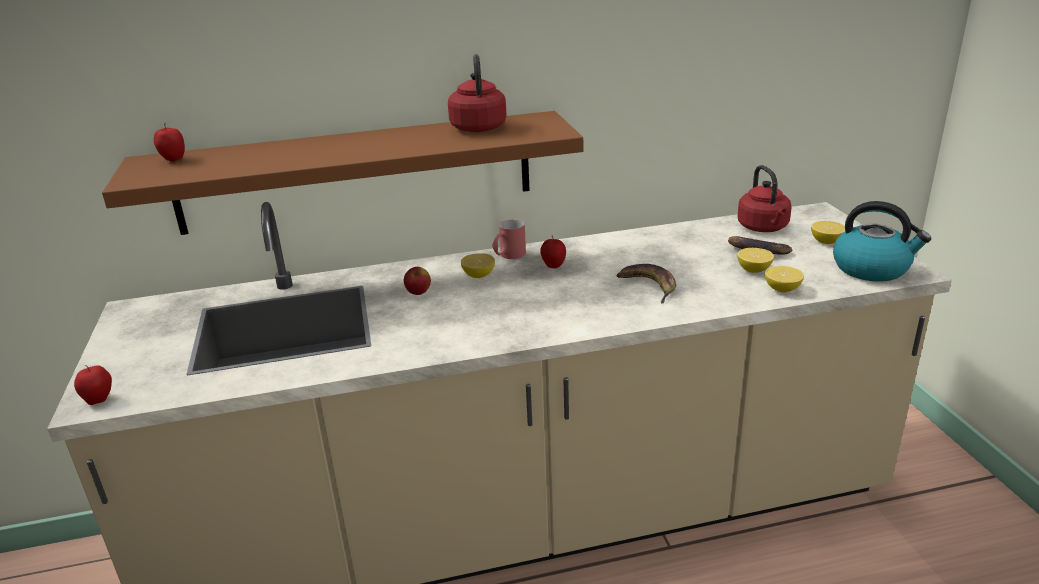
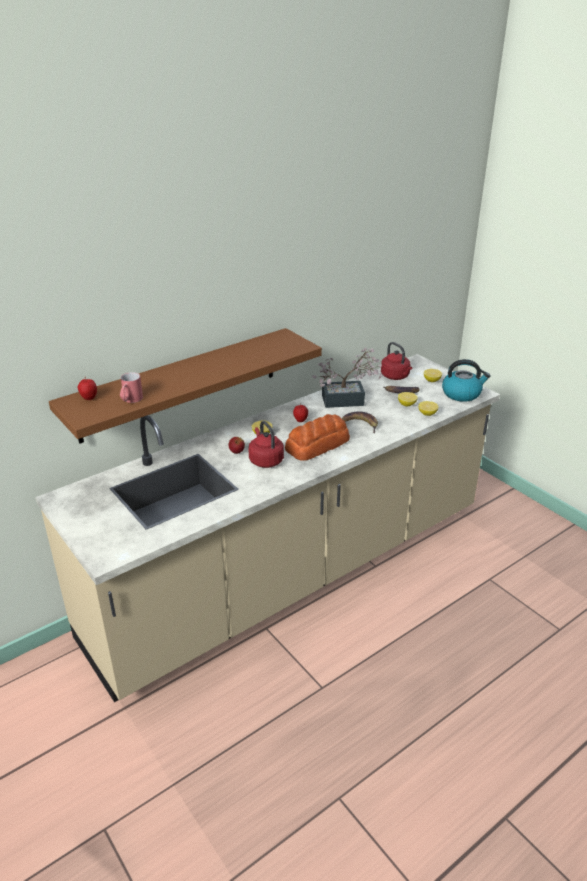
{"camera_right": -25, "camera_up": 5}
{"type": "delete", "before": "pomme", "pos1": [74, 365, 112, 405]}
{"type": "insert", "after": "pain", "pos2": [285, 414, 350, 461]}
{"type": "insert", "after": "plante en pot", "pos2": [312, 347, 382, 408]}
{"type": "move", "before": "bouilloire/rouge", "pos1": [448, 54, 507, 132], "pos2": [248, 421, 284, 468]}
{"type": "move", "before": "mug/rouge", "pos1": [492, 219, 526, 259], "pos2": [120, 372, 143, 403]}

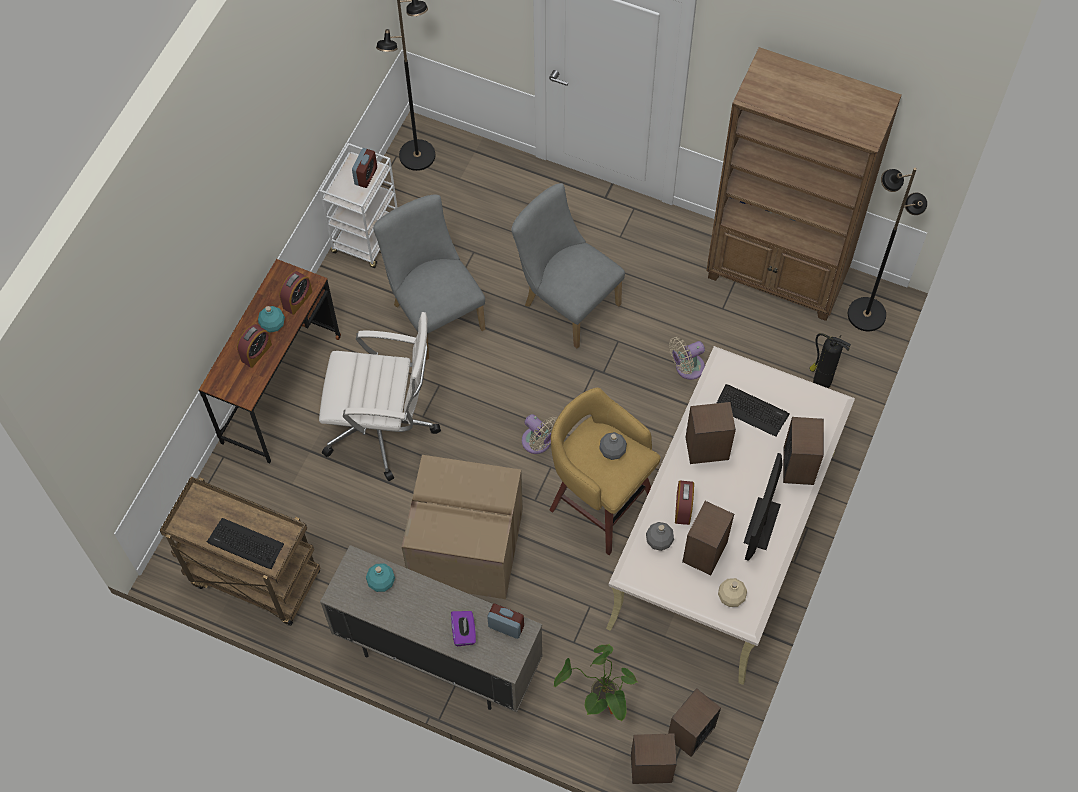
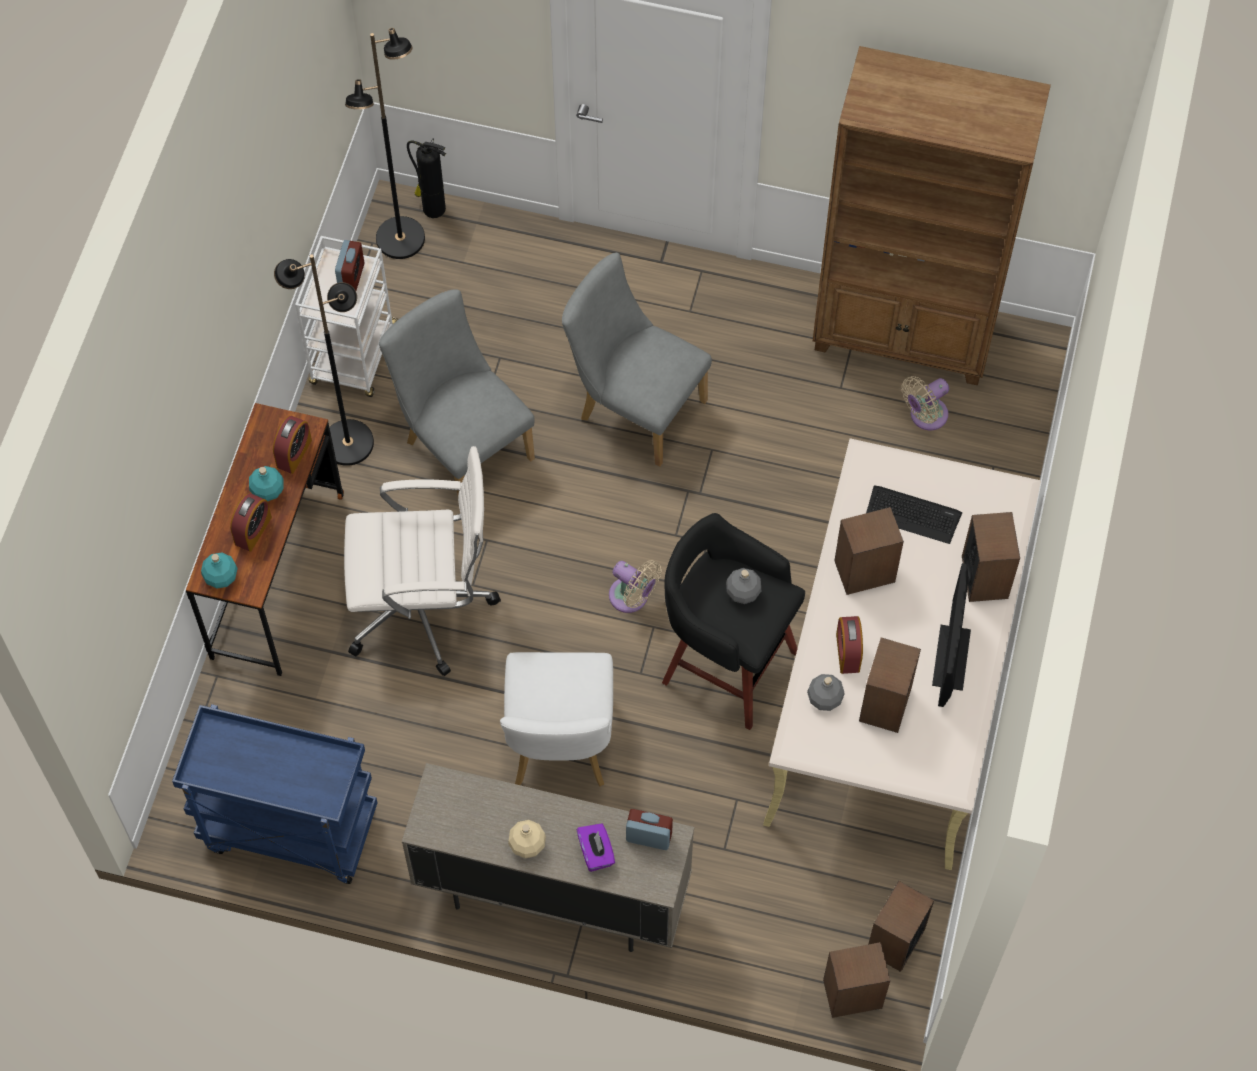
{"camera_right": -10, "camera_up": 0}
{"type": "delete", "before": "clavier", "pos1": [207, 518, 284, 569]}
{"type": "delete", "before": "plante en pot", "pos1": [554, 644, 638, 721]}
{"type": "move", "before": "bouteille/turquoise", "pos1": [366, 563, 395, 592], "pos2": [201, 552, 238, 588]}
{"type": "move", "before": "ventilateur/beige", "pos1": [669, 337, 705, 380], "pos2": [902, 376, 949, 430]}
{"type": "move", "before": "bouteille/beige", "pos1": [718, 578, 747, 607], "pos2": [508, 820, 546, 858]}
{"type": "move", "before": "extincteur", "pos1": [809, 333, 851, 388], "pos2": [407, 139, 446, 218]}
{"type": "move", "before": "lampadaire/noir", "pos1": [848, 168, 927, 331], "pos2": [274, 254, 374, 466]}
{"type": "replace", "before": "carton", "after": "chaise/blanc", "pos1": [402, 455, 523, 599], "pos2": [500, 652, 613, 786]}
{"type": "recolor", "before": "chariot/marron", "after": "chariot/bleu", "pos1": [159, 477, 321, 626], "pos2": [172, 704, 377, 884]}
{"type": "recolor", "before": "tabouret/jaune", "after": "tabouret/noir", "pos1": [550, 388, 661, 555], "pos2": [662, 513, 805, 730]}

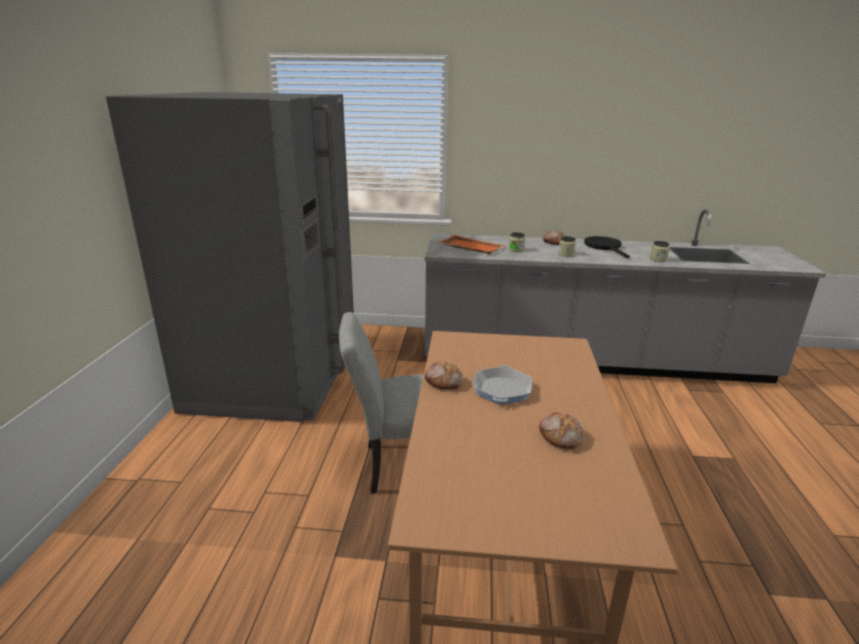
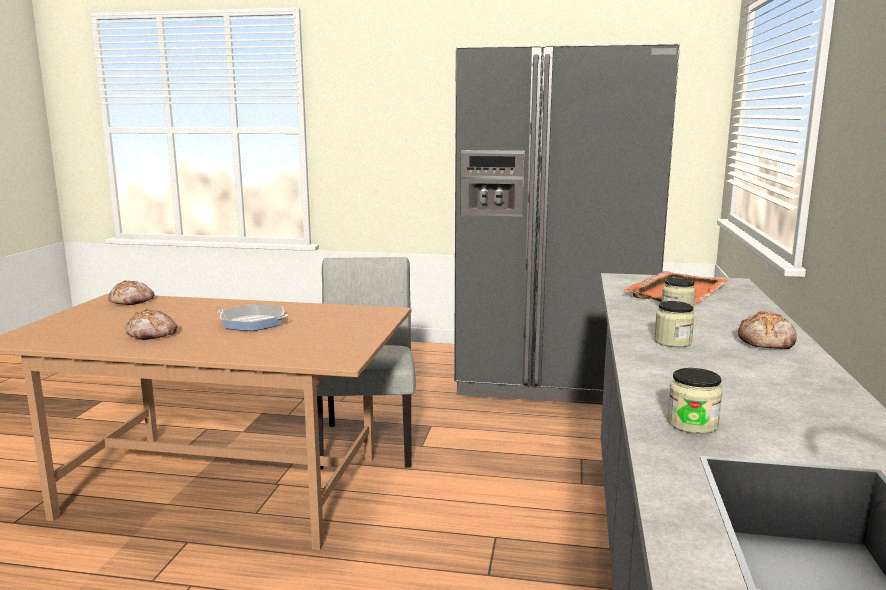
{"camera_right": 95, "camera_up": -10}
{"type": "delete", "before": "poêle/noir", "pos1": [584, 236, 630, 258]}
{"type": "move", "before": "pain", "pos1": [425, 362, 463, 390], "pos2": [108, 280, 154, 305]}

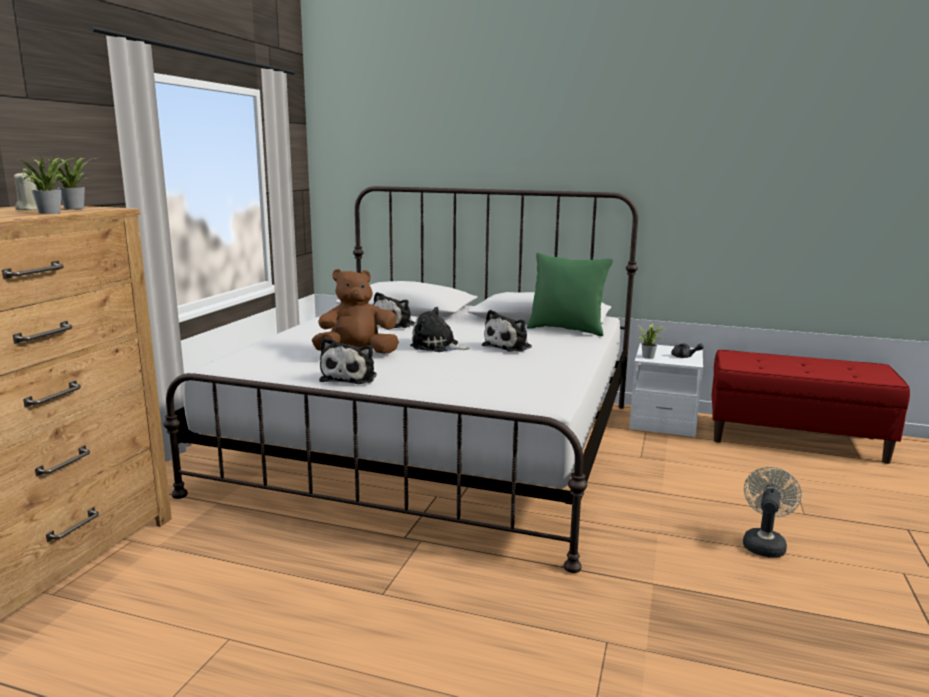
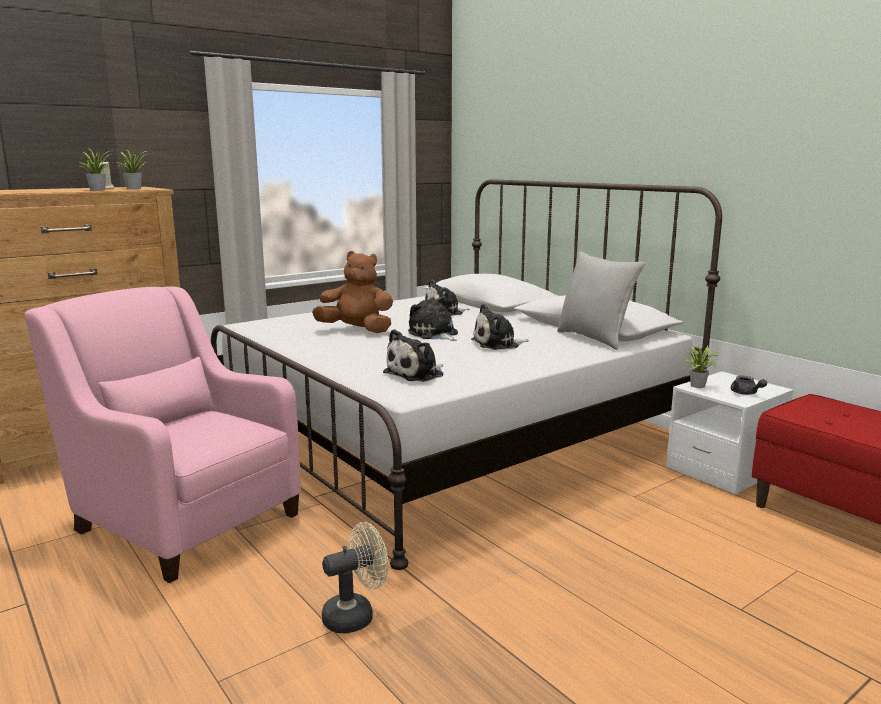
{"camera_right": 35, "camera_up": 0}
{"type": "insert", "after": "fauteuil/rose", "pos2": [25, 286, 301, 583]}
{"type": "move", "before": "peluche", "pos1": [319, 337, 377, 384], "pos2": [383, 329, 444, 382]}
{"type": "move", "before": "ventilateur/beige", "pos1": [743, 467, 802, 557], "pos2": [322, 522, 388, 634]}
{"type": "recolor", "before": "coussin/vert", "after": "coussin/gris", "pos1": [527, 253, 613, 336], "pos2": [557, 251, 645, 350]}

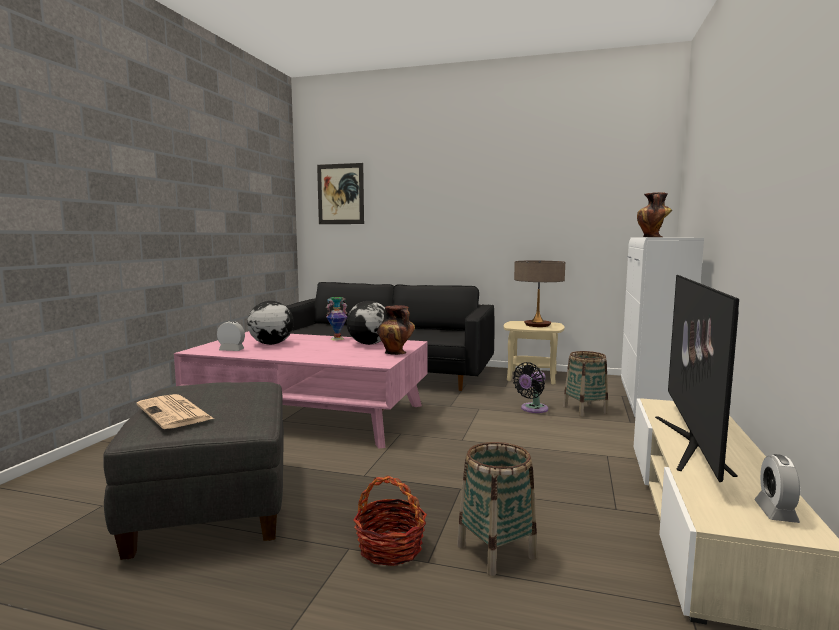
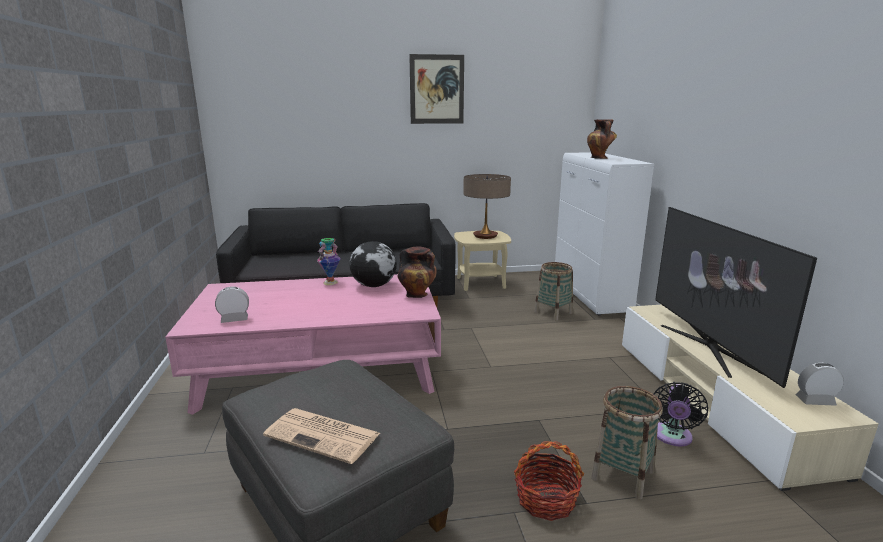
{"camera_right": -25, "camera_up": 10}
{"type": "delete", "before": "globe", "pos1": [247, 301, 294, 345]}
{"type": "move", "before": "tableau", "pos1": [317, 163, 364, 224], "pos2": [409, 54, 464, 124]}
{"type": "move", "before": "ventilateur/noir", "pos1": [513, 362, 548, 413], "pos2": [654, 382, 708, 447]}
{"type": "rotate", "before": "réveil", "pos1": [754, 454, 800, 523], "pos2": [795, 363, 844, 406], "turn": 105}

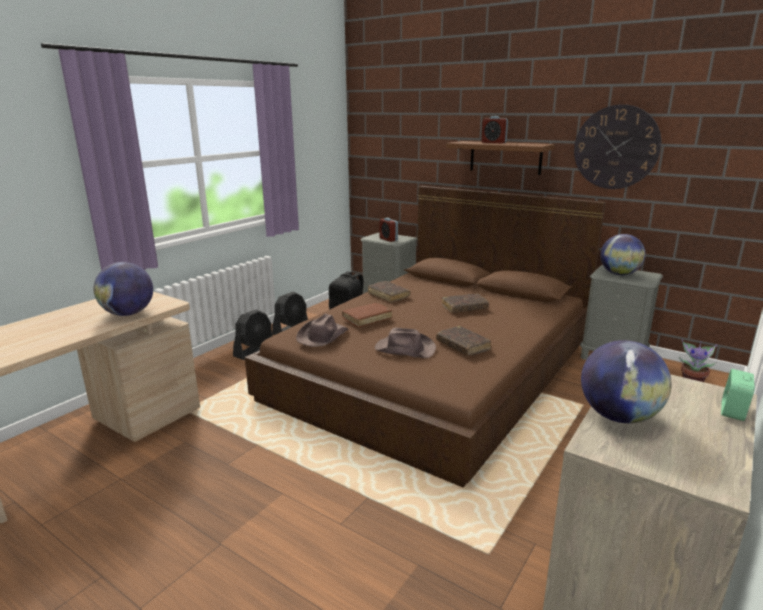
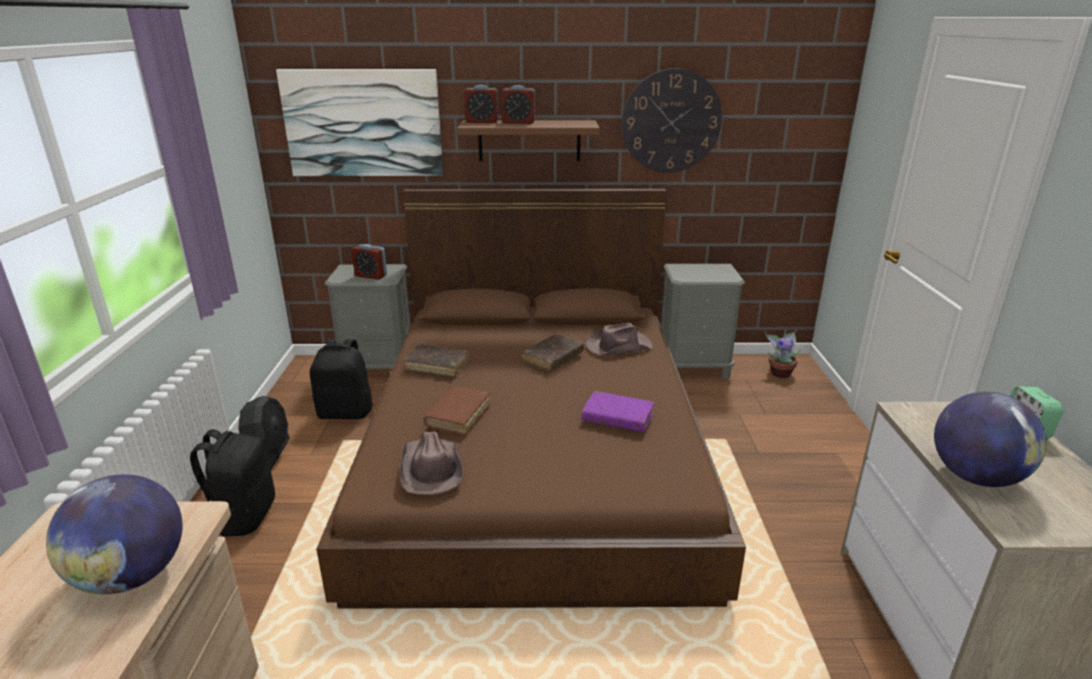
{"camera_right": -35, "camera_up": 5}
{"type": "delete", "before": "globe", "pos1": [600, 234, 646, 275]}
{"type": "insert", "after": "tableau", "pos2": [276, 69, 443, 176]}
{"type": "insert", "after": "réveil", "pos2": [464, 85, 498, 123]}
{"type": "move", "before": "chapeau/marron", "pos1": [375, 328, 436, 358], "pos2": [586, 322, 653, 355]}
{"type": "replace", "before": "ventilateur/noir", "after": "sac à dos/noir", "pos1": [233, 309, 273, 360], "pos2": [190, 429, 275, 536]}
{"type": "recolor", "before": "livre/marron", "after": "livre/violet", "pos1": [436, 326, 491, 356], "pos2": [582, 391, 654, 432]}

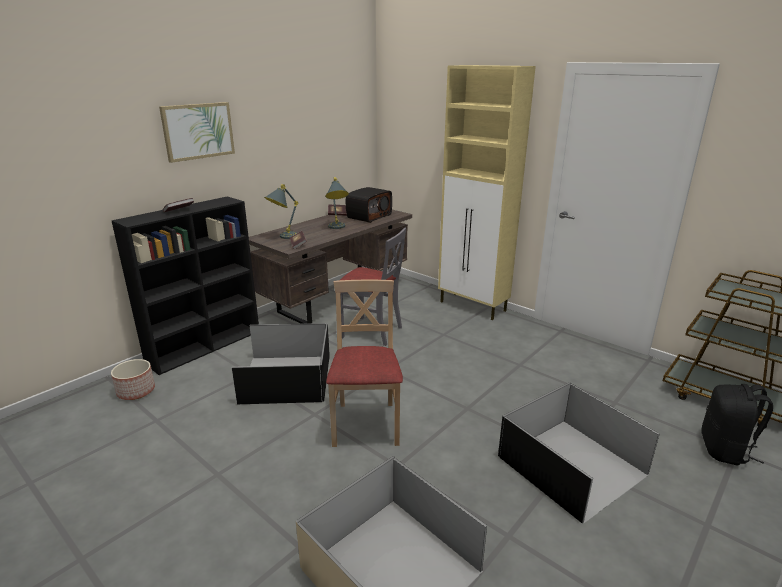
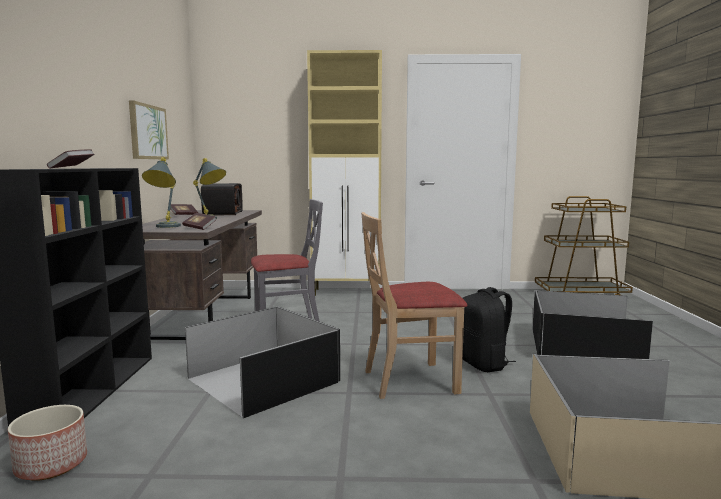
{"camera_right": -40, "camera_up": -15}
{"type": "move", "before": "tableau", "pos1": [159, 102, 235, 163], "pos2": [129, 100, 169, 160]}
{"type": "move", "before": "sac à dos/noir", "pos1": [701, 384, 773, 465], "pos2": [463, 287, 516, 372]}
{"type": "rotate", "before": "chaise/beige", "pos1": [326, 280, 403, 447], "pos2": [361, 212, 467, 399], "turn": -60}

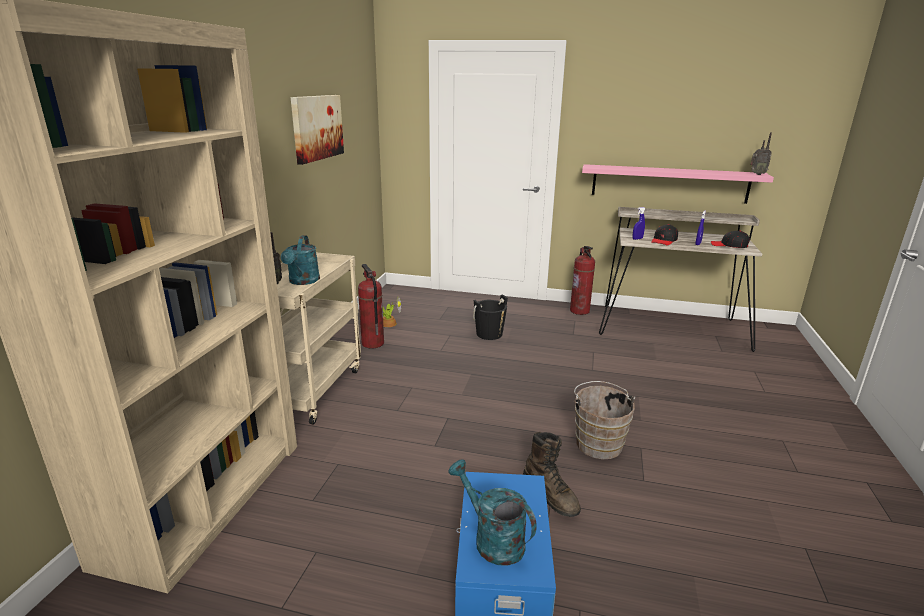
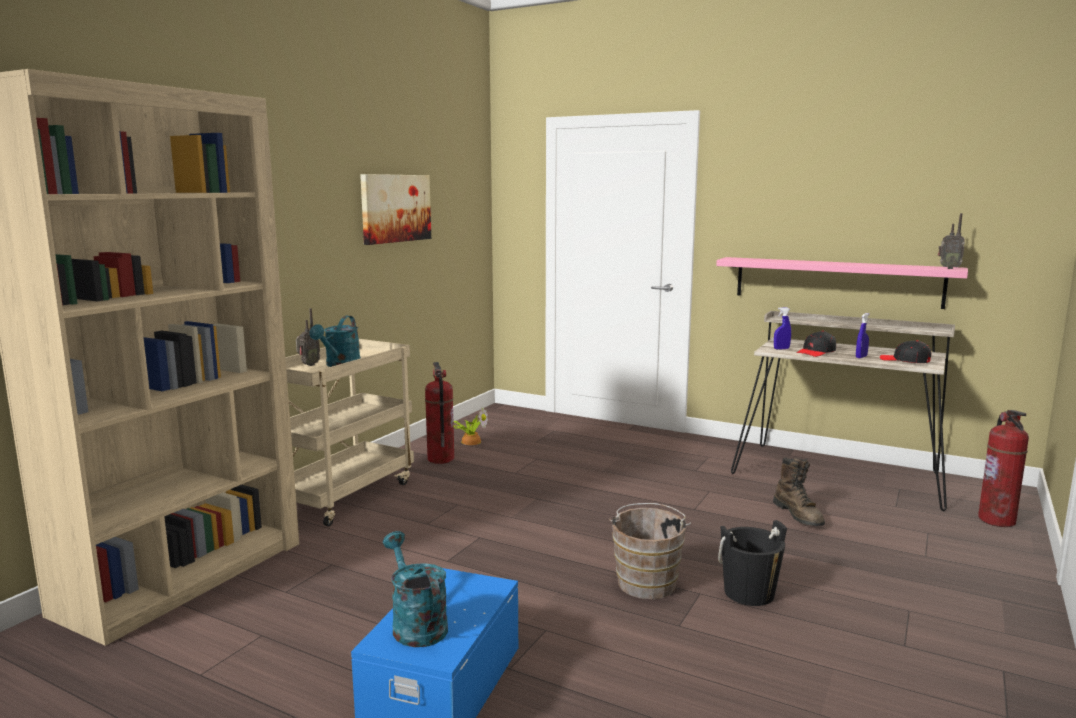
{"camera_right": 15, "camera_up": -10}
{"type": "move", "before": "seau/noir", "pos1": [473, 295, 508, 340], "pos2": [718, 520, 787, 606]}
{"type": "move", "before": "botte/marron", "pos1": [523, 432, 581, 517], "pos2": [773, 457, 825, 526]}
{"type": "move", "before": "extincteur", "pos1": [570, 246, 595, 315], "pos2": [978, 410, 1029, 527]}

